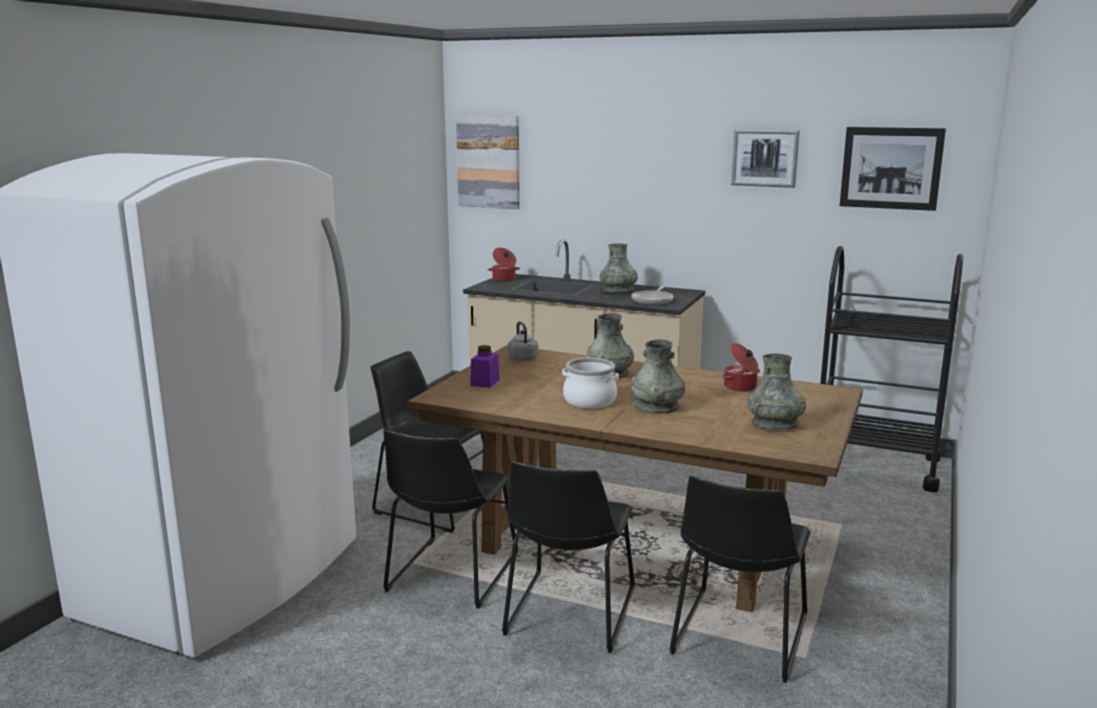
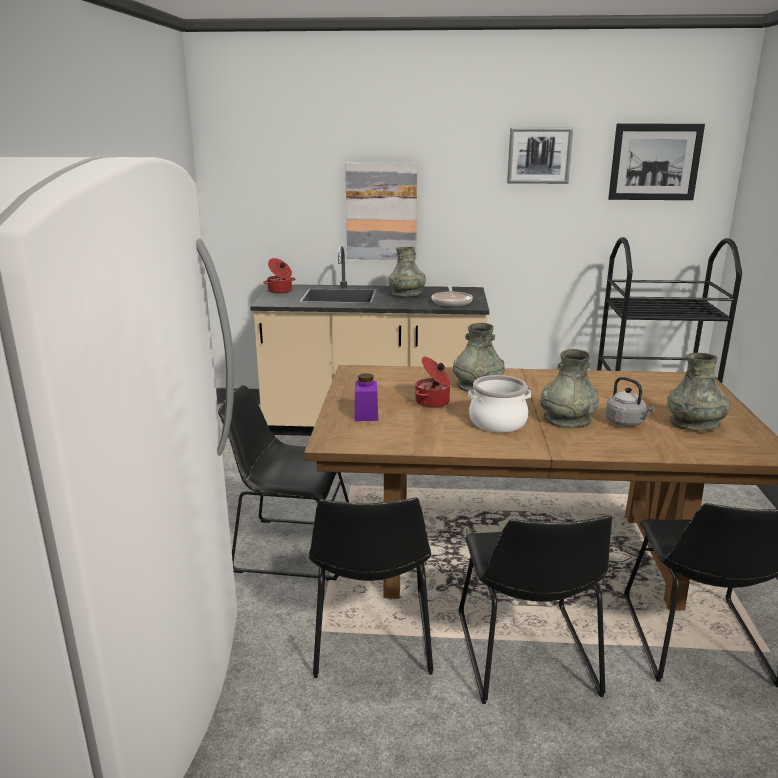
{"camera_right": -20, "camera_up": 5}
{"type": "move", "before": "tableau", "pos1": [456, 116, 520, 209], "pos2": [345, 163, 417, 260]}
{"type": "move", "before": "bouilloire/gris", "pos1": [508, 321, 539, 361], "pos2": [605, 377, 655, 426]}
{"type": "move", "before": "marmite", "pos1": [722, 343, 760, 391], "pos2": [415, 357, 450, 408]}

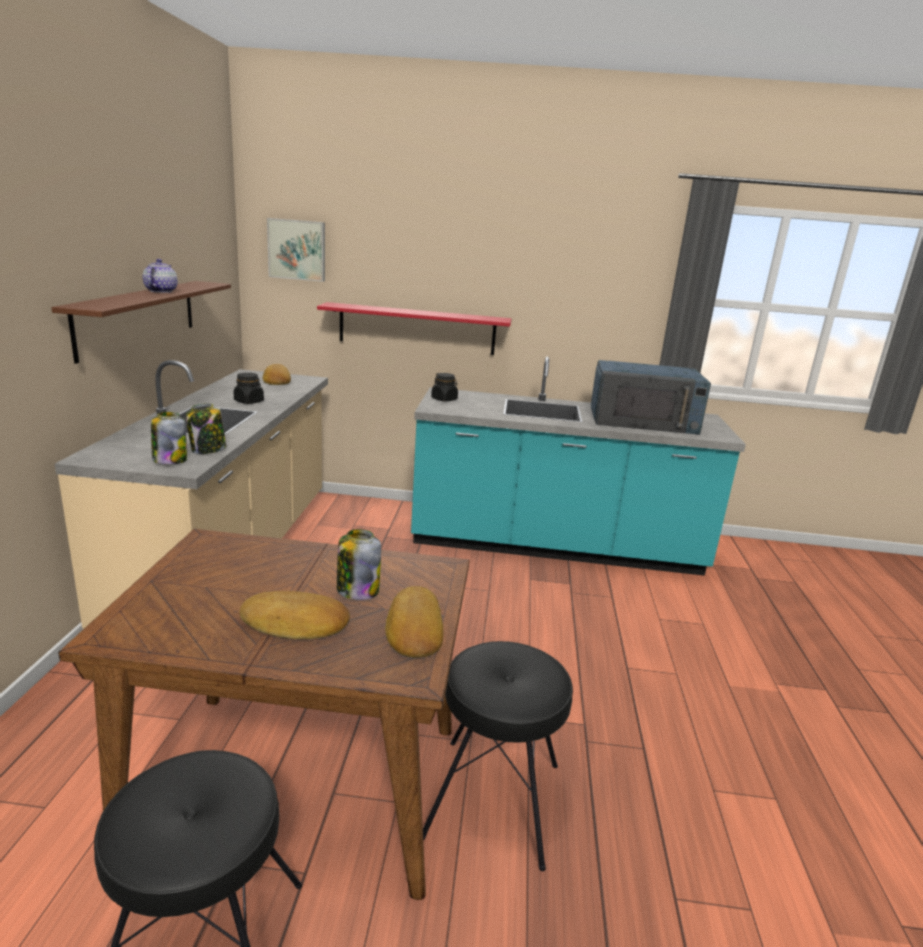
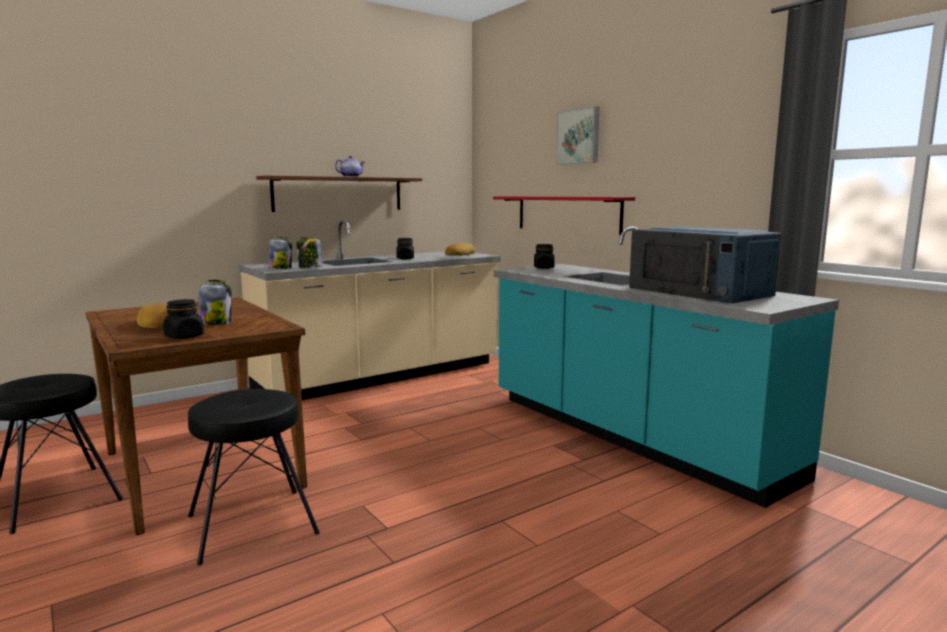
{"camera_right": 50, "camera_up": -10}
{"type": "move", "before": "tableau", "pos1": [267, 218, 325, 282], "pos2": [556, 107, 600, 164]}
{"type": "replace", "before": "pain", "after": "bocal/noir", "pos1": [385, 586, 443, 658], "pos2": [163, 299, 204, 339]}

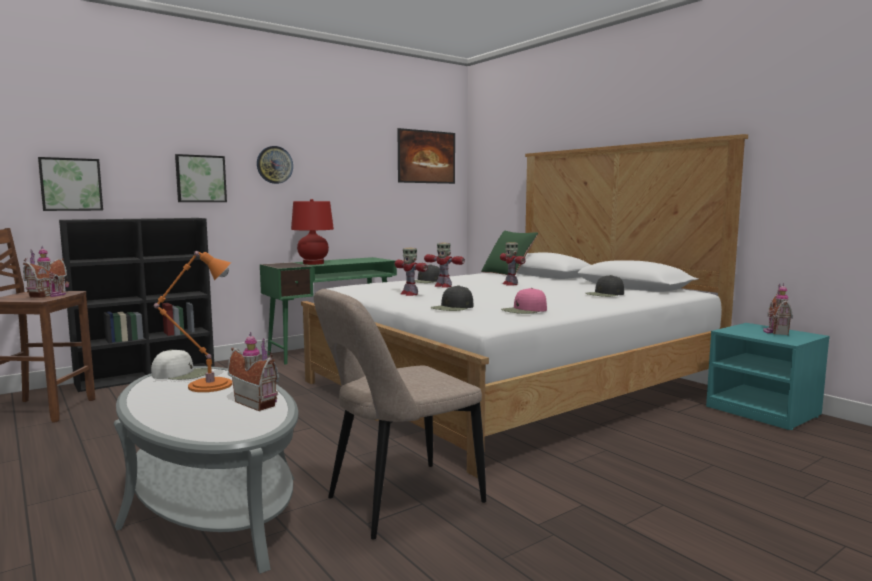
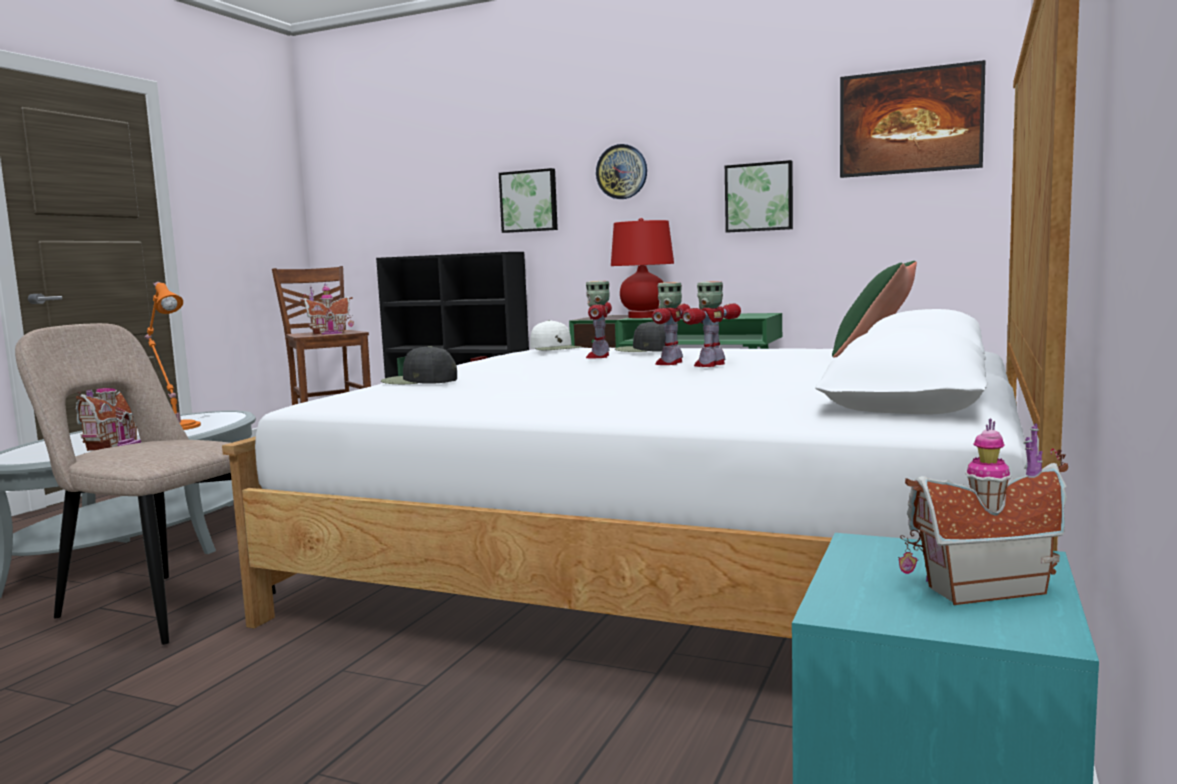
{"camera_right": 60, "camera_up": 0}
{"type": "delete", "before": "casquette/rose", "pos1": [501, 288, 547, 314]}
{"type": "delete", "before": "casquette/noir", "pos1": [585, 275, 624, 297]}
{"type": "move", "before": "tableau", "pos1": [38, 157, 103, 211], "pos2": [725, 160, 793, 232]}
{"type": "move", "before": "casquette/blanc", "pos1": [151, 350, 208, 380], "pos2": [530, 320, 581, 350]}
{"type": "move", "before": "robot jouet", "pos1": [395, 248, 428, 296], "pos2": [652, 282, 690, 365]}

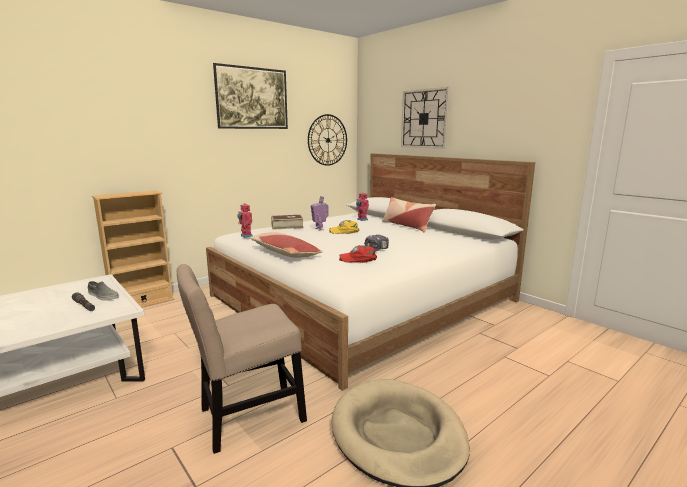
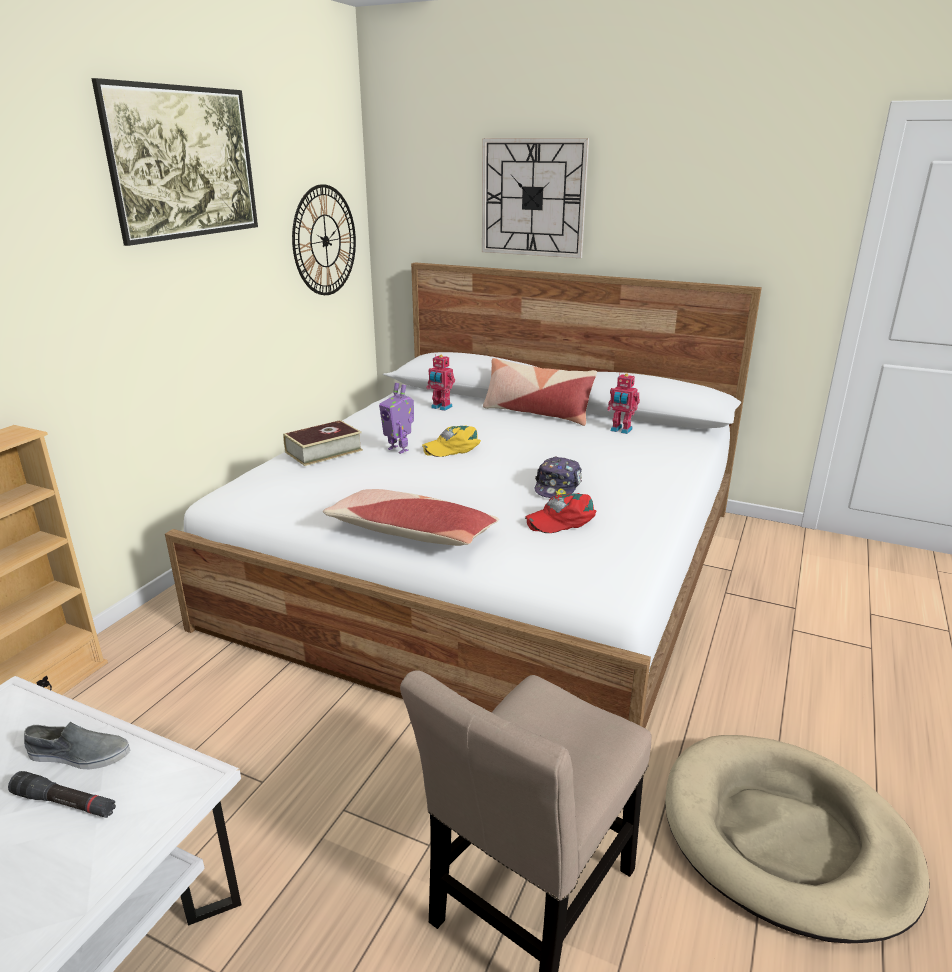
{"camera_right": -25, "camera_up": 10}
{"type": "move", "before": "robot jouet", "pos1": [237, 203, 253, 238], "pos2": [607, 373, 640, 434]}

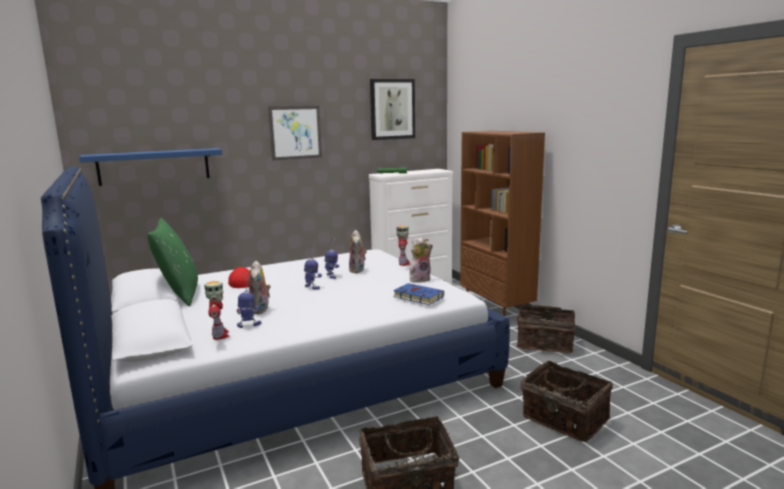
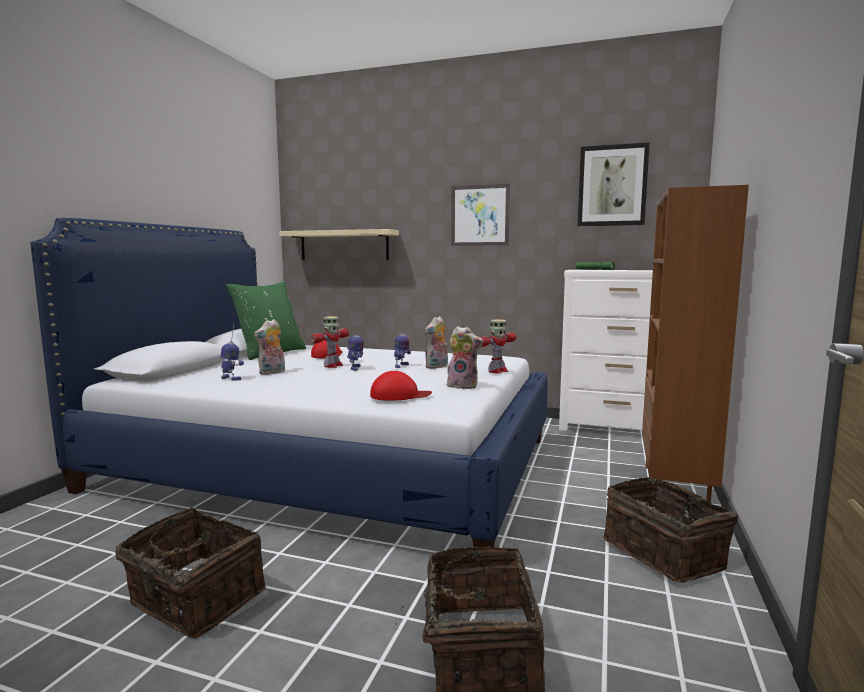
{"camera_right": 45, "camera_up": -5}
{"type": "move", "before": "robot jouet", "pos1": [204, 281, 229, 340], "pos2": [310, 316, 349, 368]}
{"type": "replace", "before": "livre/bleu", "after": "casquette/rouge", "pos1": [393, 283, 444, 305], "pos2": [370, 371, 432, 401]}
{"type": "recolor", "before": "étagère/bleu", "after": "étagère/beige", "pos1": [79, 148, 222, 186], "pos2": [279, 229, 399, 260]}

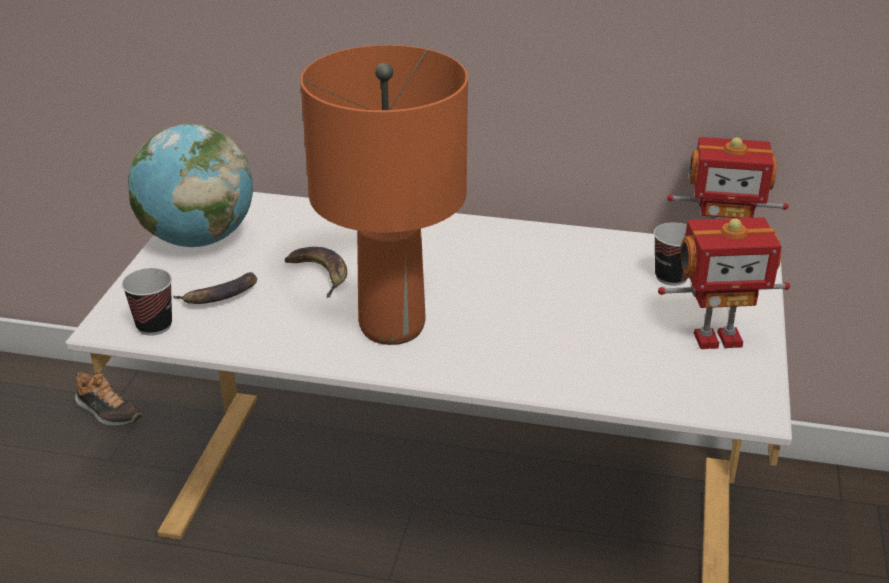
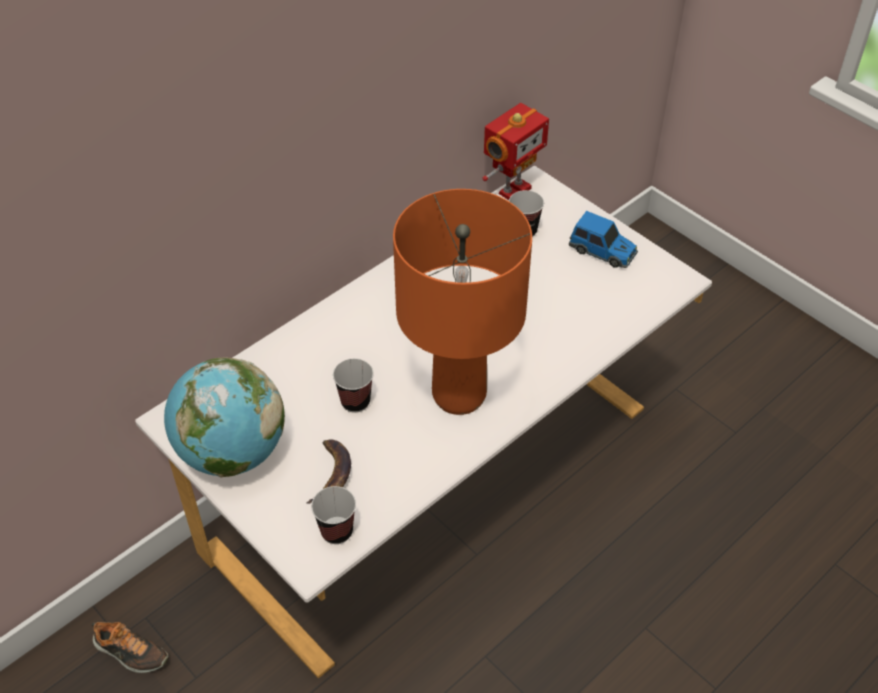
{"camera_right": -55, "camera_up": 15}
{"type": "replace", "before": "banane", "after": "tasse", "pos1": [284, 247, 347, 298], "pos2": [333, 358, 374, 413]}
{"type": "replace", "before": "robot jouet", "after": "petite voiture", "pos1": [658, 217, 790, 349], "pos2": [569, 211, 638, 268]}
{"type": "rotate", "before": "chaussure", "pos1": [75, 372, 142, 426], "pos2": [92, 622, 169, 673], "turn": 45}

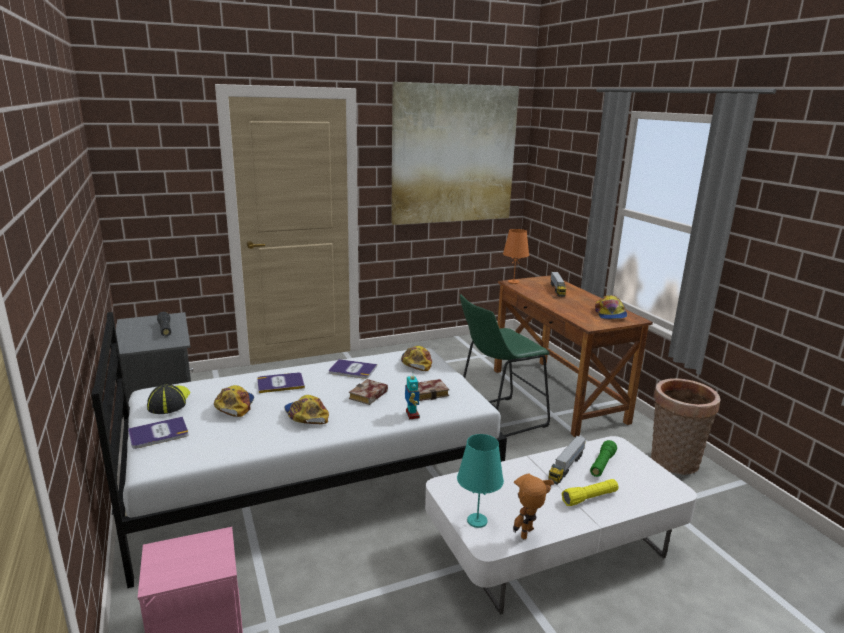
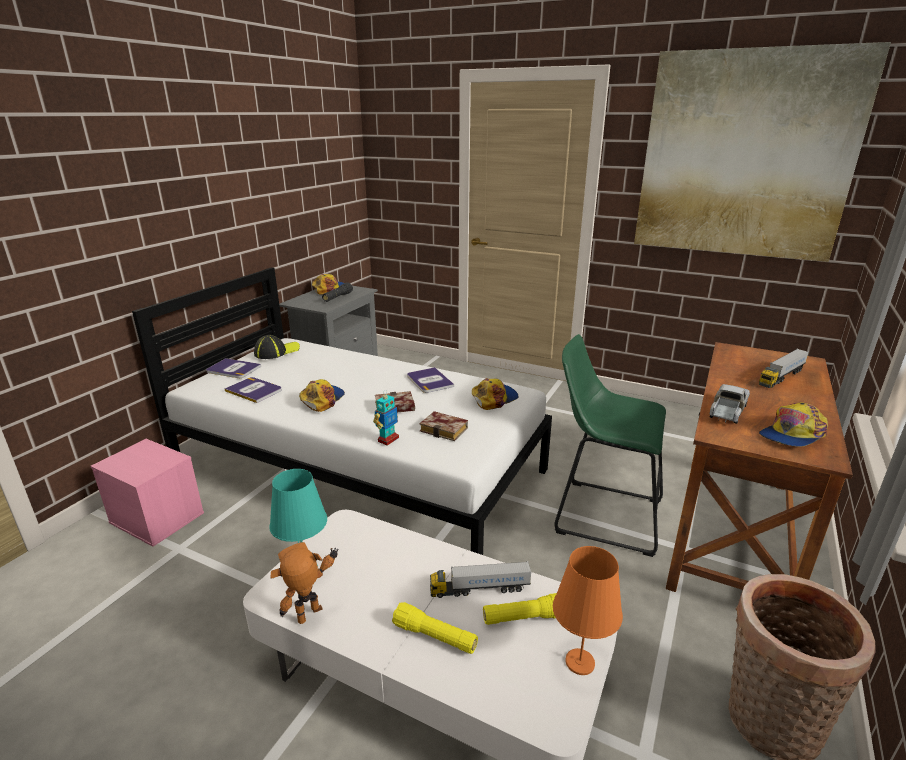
{"camera_right": 50, "camera_up": 5}
{"type": "insert", "after": "camion jouet", "pos2": [710, 384, 750, 424]}
{"type": "move", "before": "casquette", "pos1": [214, 385, 254, 417], "pos2": [312, 274, 344, 295]}
{"type": "move", "before": "livre", "pos1": [257, 372, 305, 393], "pos2": [225, 377, 282, 403]}
{"type": "move", "before": "lampe de table/orange", "pos1": [503, 229, 529, 284], "pos2": [553, 546, 623, 675]}
{"type": "recolor", "before": "lampe de poche/vert", "after": "lampe de poche/jaune", "pos1": [590, 440, 617, 477], "pos2": [483, 593, 557, 625]}
{"type": "rotate", "before": "robot jouet", "pos1": [513, 473, 554, 539], "pos2": [270, 542, 339, 624], "turn": -45}

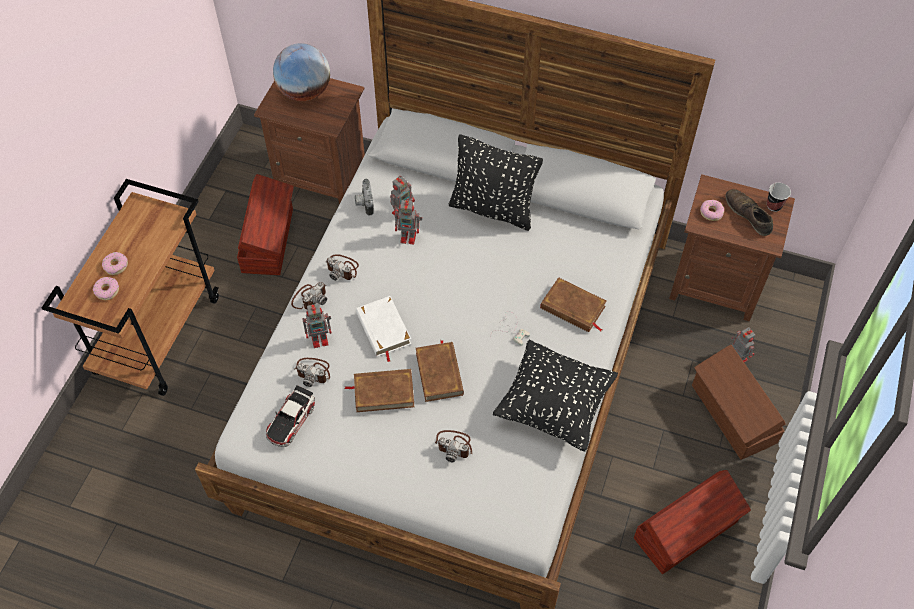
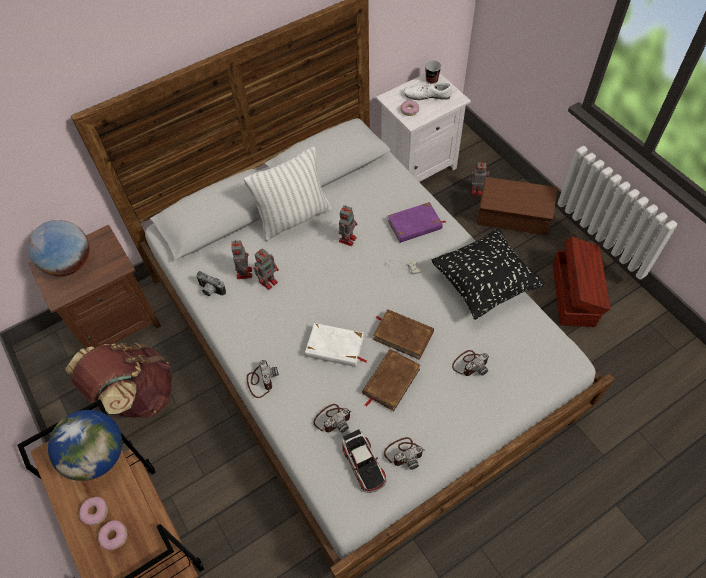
{"camera_right": -50, "camera_up": 0}
{"type": "insert", "after": "globe", "pos2": [48, 410, 122, 481]}
{"type": "move", "before": "robot jouet", "pos1": [302, 304, 331, 348], "pos2": [339, 205, 357, 246]}
{"type": "move", "before": "appareil photo", "pos1": [326, 254, 359, 281], "pos2": [384, 437, 425, 470]}
{"type": "replace", "before": "boîte de rangement/marron", "after": "sac à dos/marron", "pos1": [237, 174, 294, 275], "pos2": [65, 343, 173, 418]}
{"type": "recolor", "before": "coussin/noir", "after": "coussin/blanc", "pos1": [449, 134, 543, 231], "pos2": [244, 146, 332, 241]}
{"type": "recolor", "before": "livre/marron", "after": "livre/violet", "pos1": [540, 277, 606, 332], "pos2": [388, 202, 446, 243]}
{"type": "recolor", "before": "table de chevet/marron", "after": "table de chevet/blanc", "pos1": [669, 174, 795, 322], "pos2": [376, 73, 471, 182]}
{"type": "recolor", "before": "chaussure/marron", "after": "chaussure/blanc", "pos1": [726, 189, 773, 236], "pos2": [404, 83, 452, 100]}

